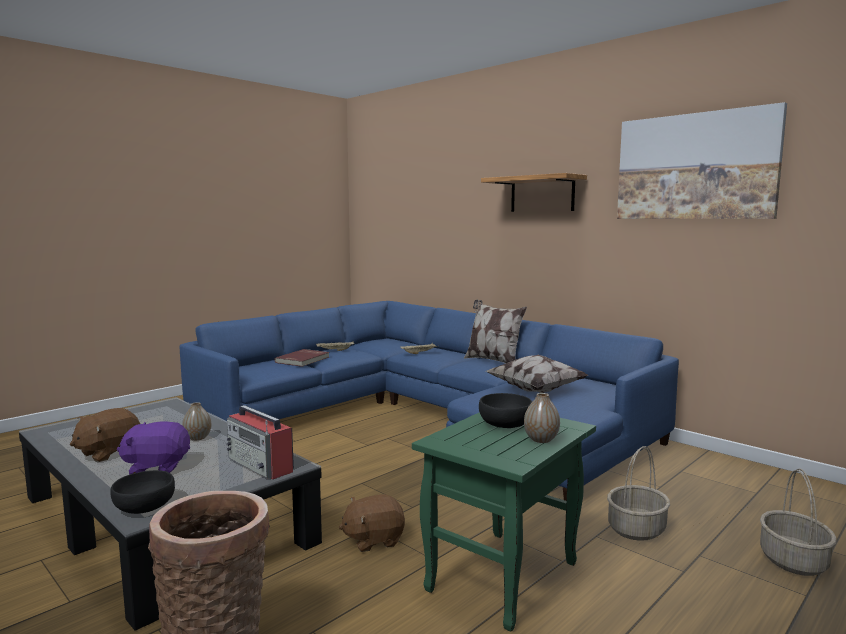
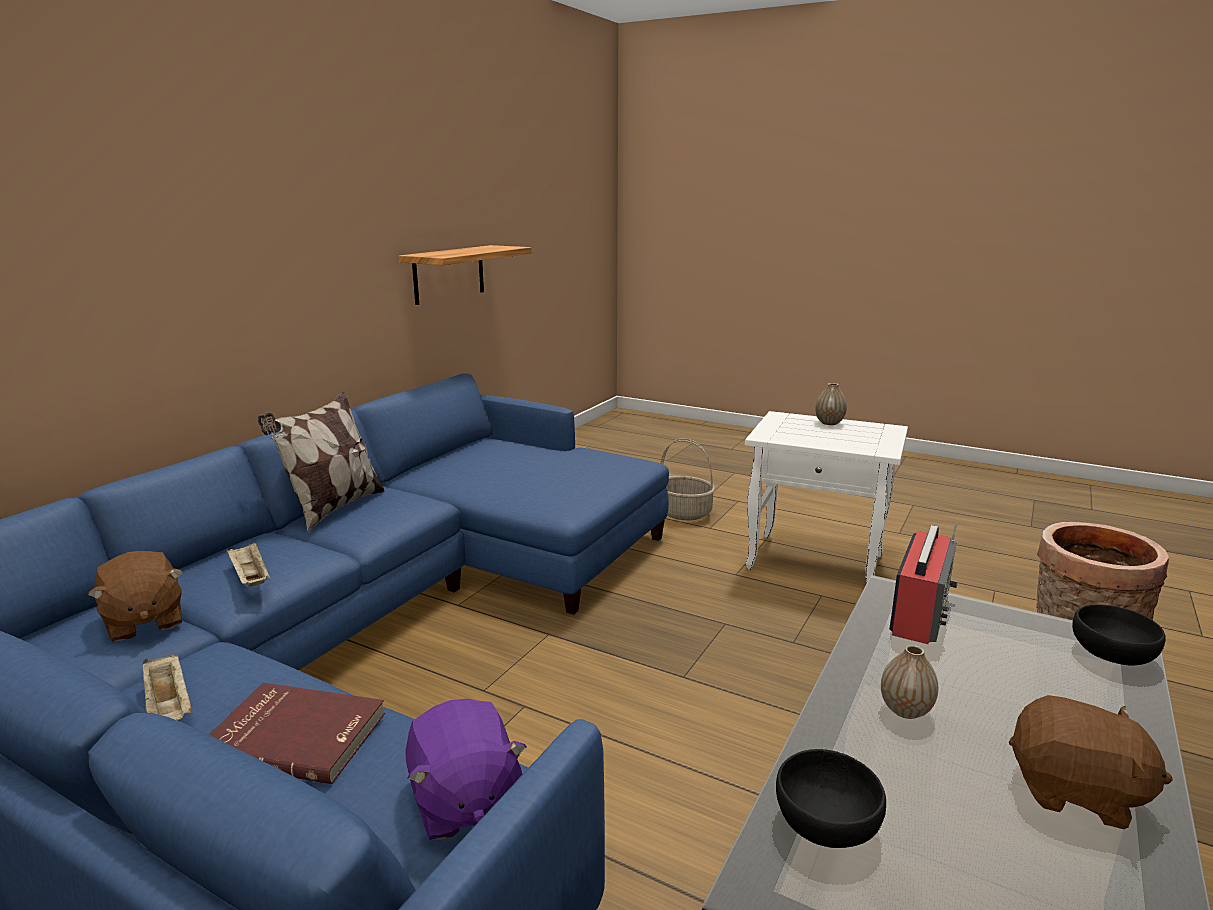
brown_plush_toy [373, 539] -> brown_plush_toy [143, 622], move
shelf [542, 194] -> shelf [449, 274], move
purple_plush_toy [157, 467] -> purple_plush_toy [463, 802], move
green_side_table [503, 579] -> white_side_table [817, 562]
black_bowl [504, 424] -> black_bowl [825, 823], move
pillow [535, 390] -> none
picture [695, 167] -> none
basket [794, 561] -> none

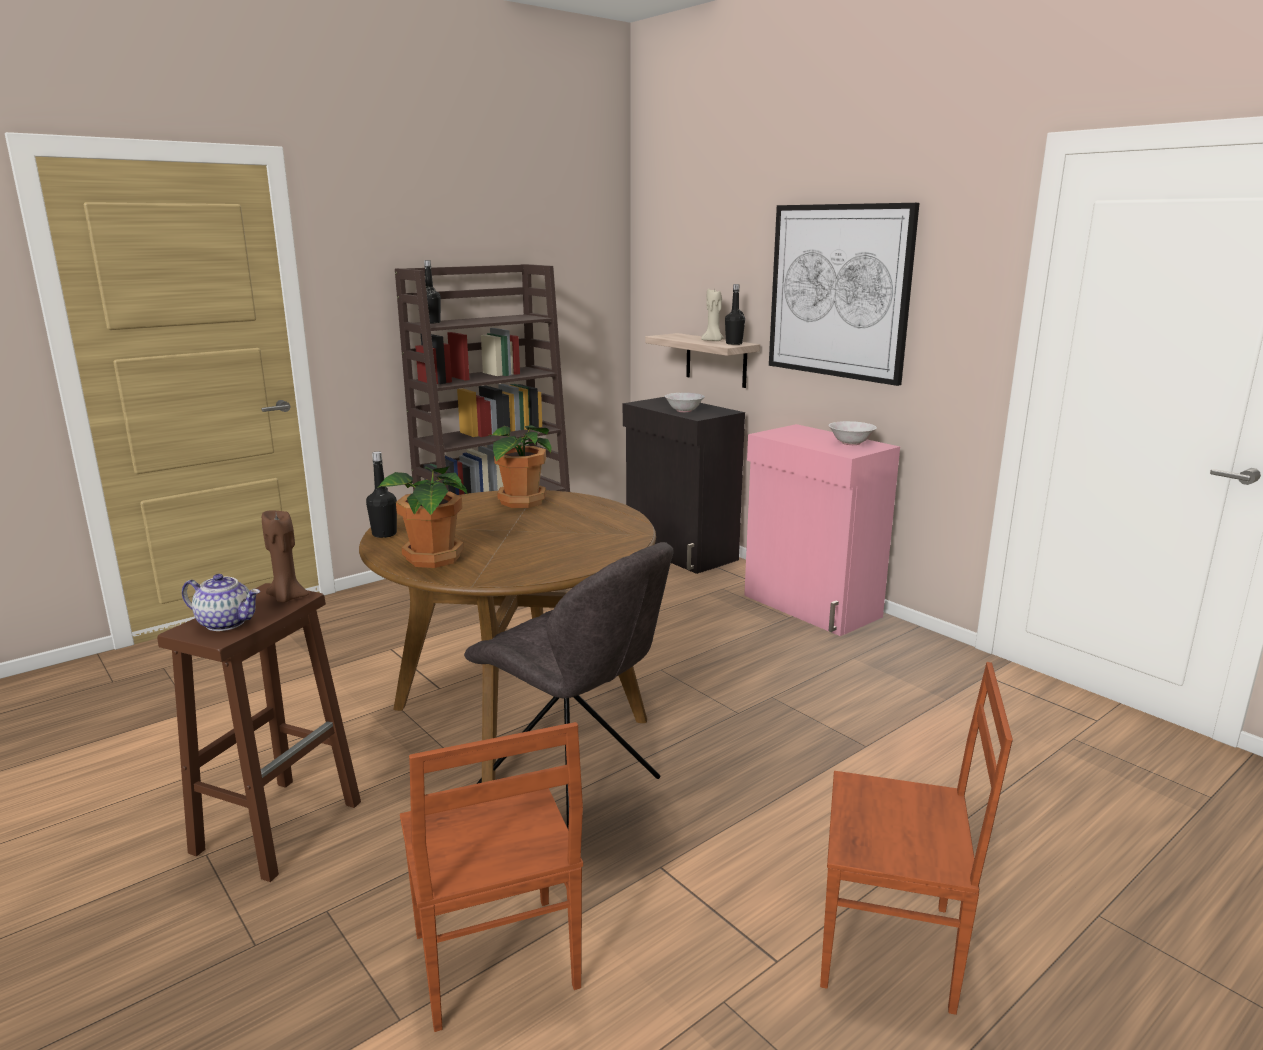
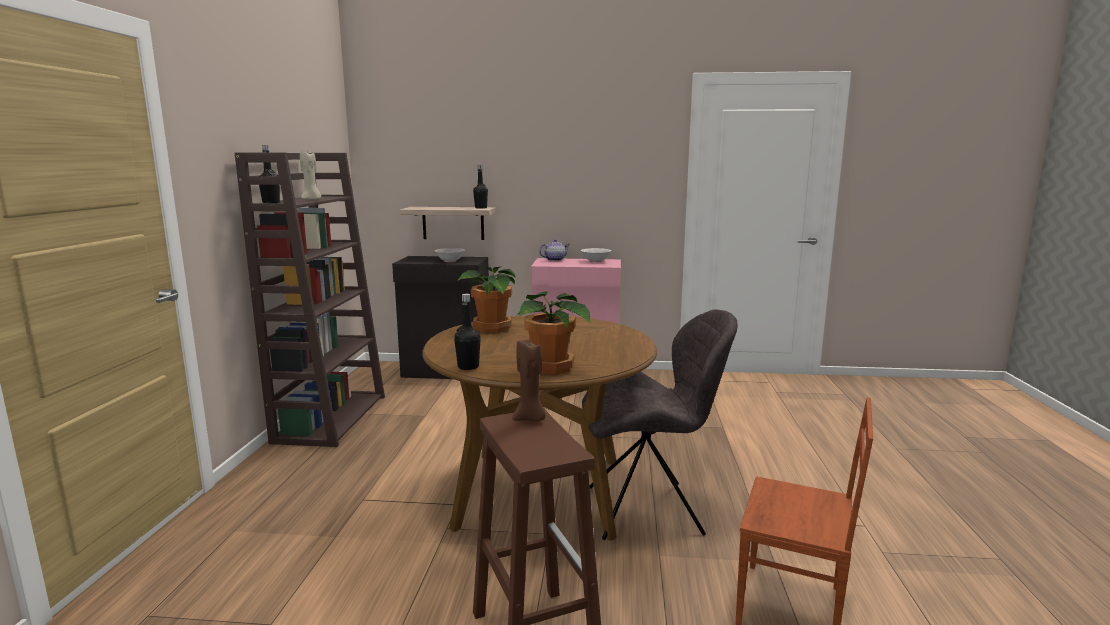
beige_candle [713, 341] -> beige_candle [312, 200], move
teapot [227, 623] -> teapot [554, 259], move
picture [838, 291] -> none
brown_chair [889, 948] -> none

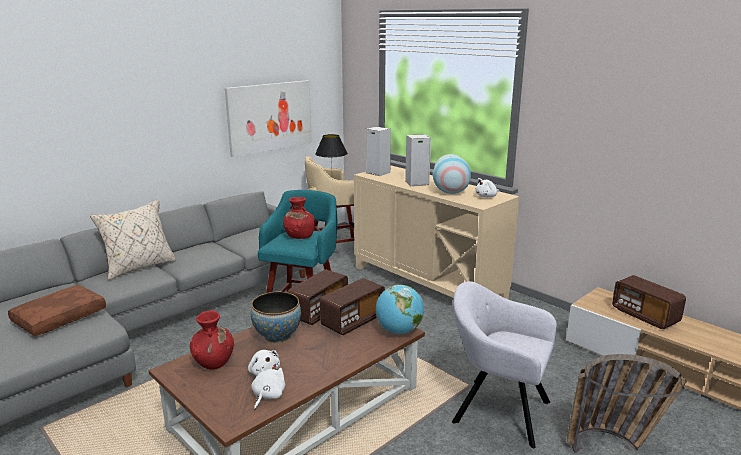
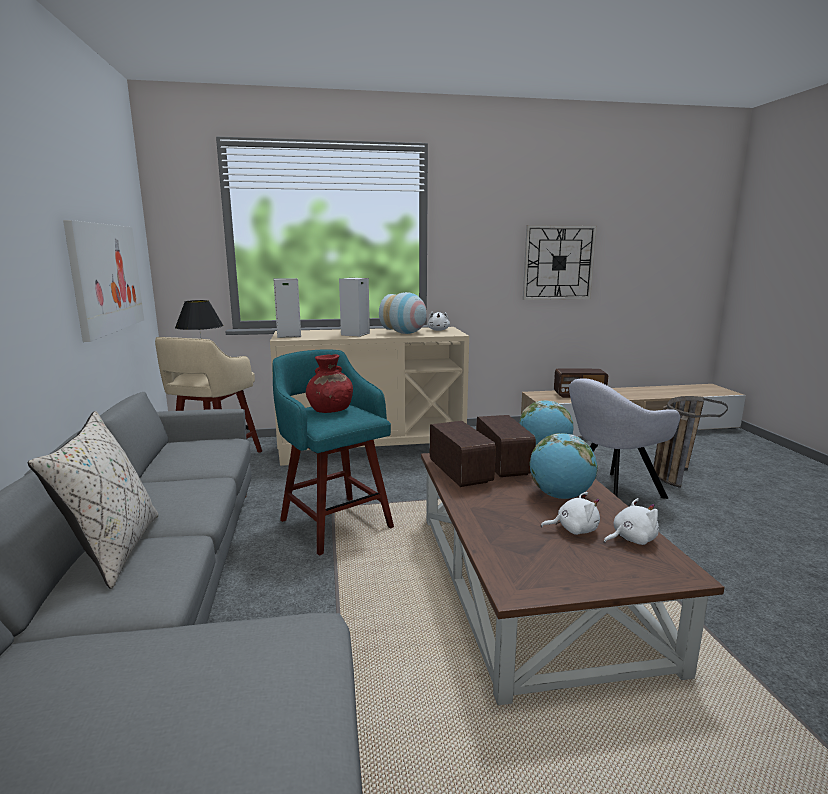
none -> wall_clock [558, 263]
none -> globe [560, 496]
white_plush_toy [268, 396] -> white_plush_toy [631, 539], 105 degrees clockwise
brown_pillow [60, 317] -> none
red_vase [214, 362] -> none
bowl [277, 336] -> none

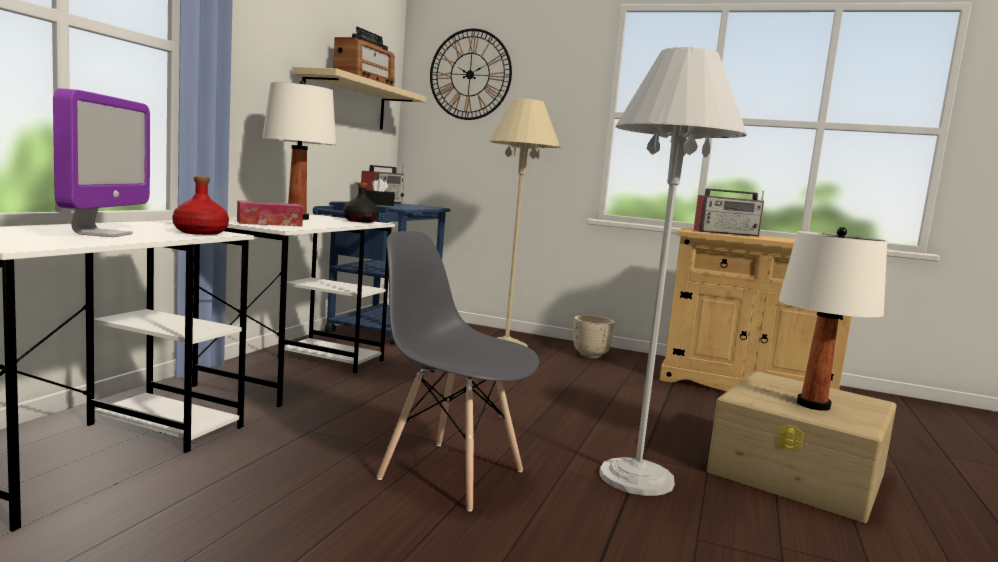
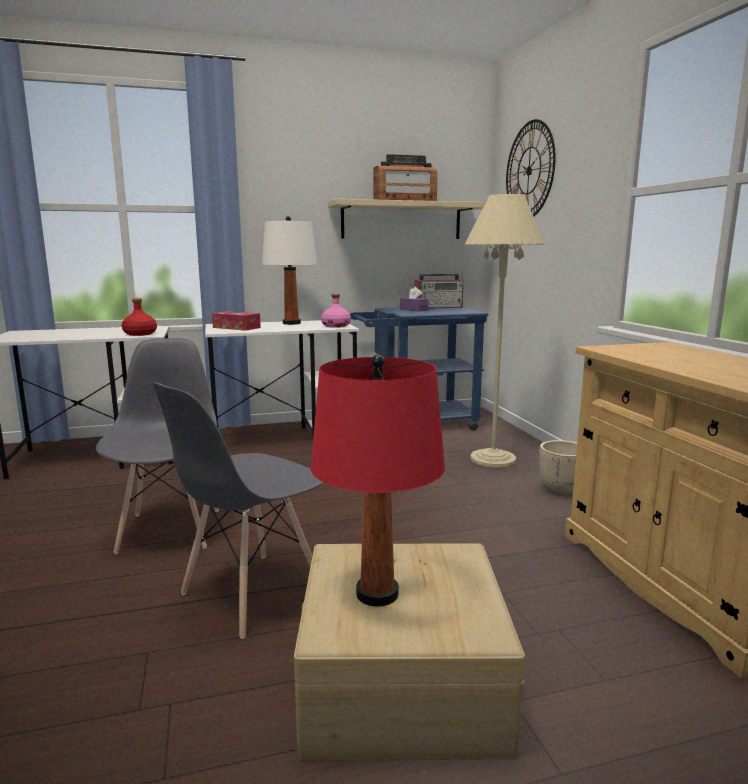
white_floor_lamp [636, 478] -> grey_chair [252, 593]
white_table_lamp [813, 405] -> red_table_lamp [377, 594]
black_bottle [361, 221] -> pink_bottle [336, 326]
black_tissue_box [378, 204] -> purple_tissue_box [413, 310]
monitor [103, 234] -> none
radio [727, 233] -> none

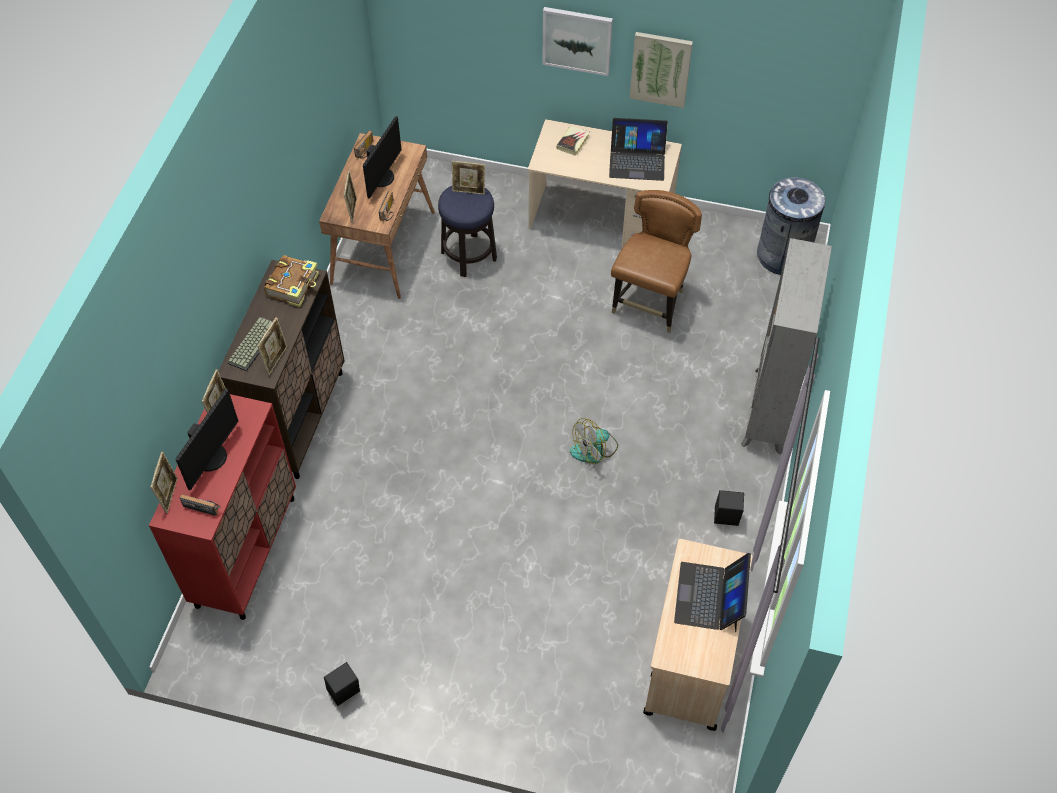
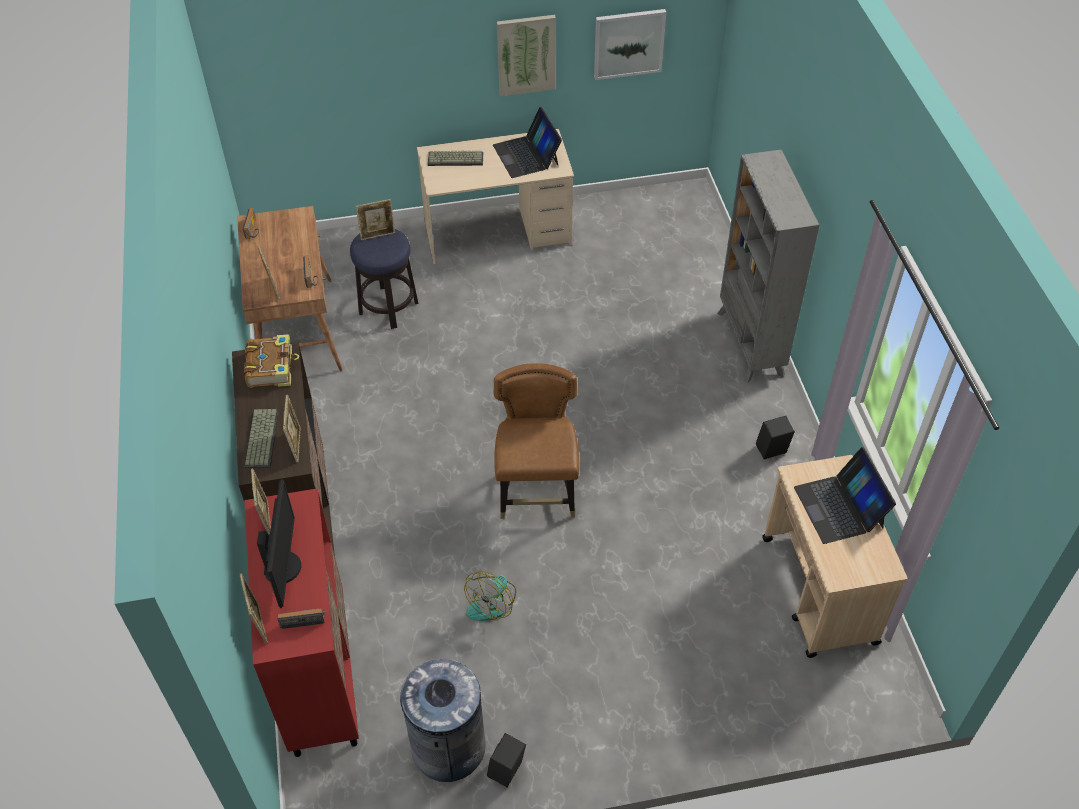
grey_trash_can [783, 255] -> grey_trash_can [448, 747], move
book [573, 142] -> keyboard [456, 158]
fan [594, 449] -> fan [492, 602], move
laptop [637, 160] -> laptop [526, 155], 90 degrees clockwise
brown_chair [650, 304] -> brown_chair [537, 492], move
picture [577, 40] -> picture [628, 43], move
monitor [382, 178] -> none

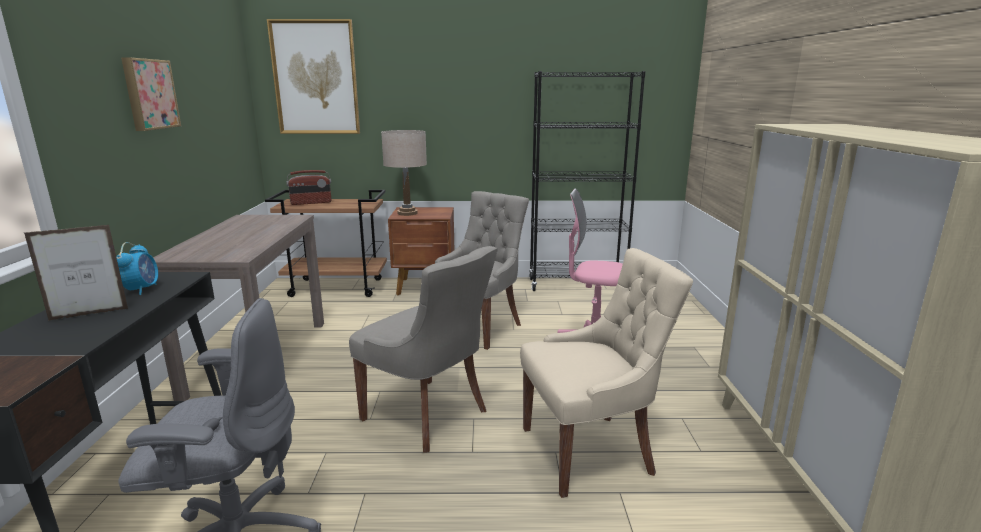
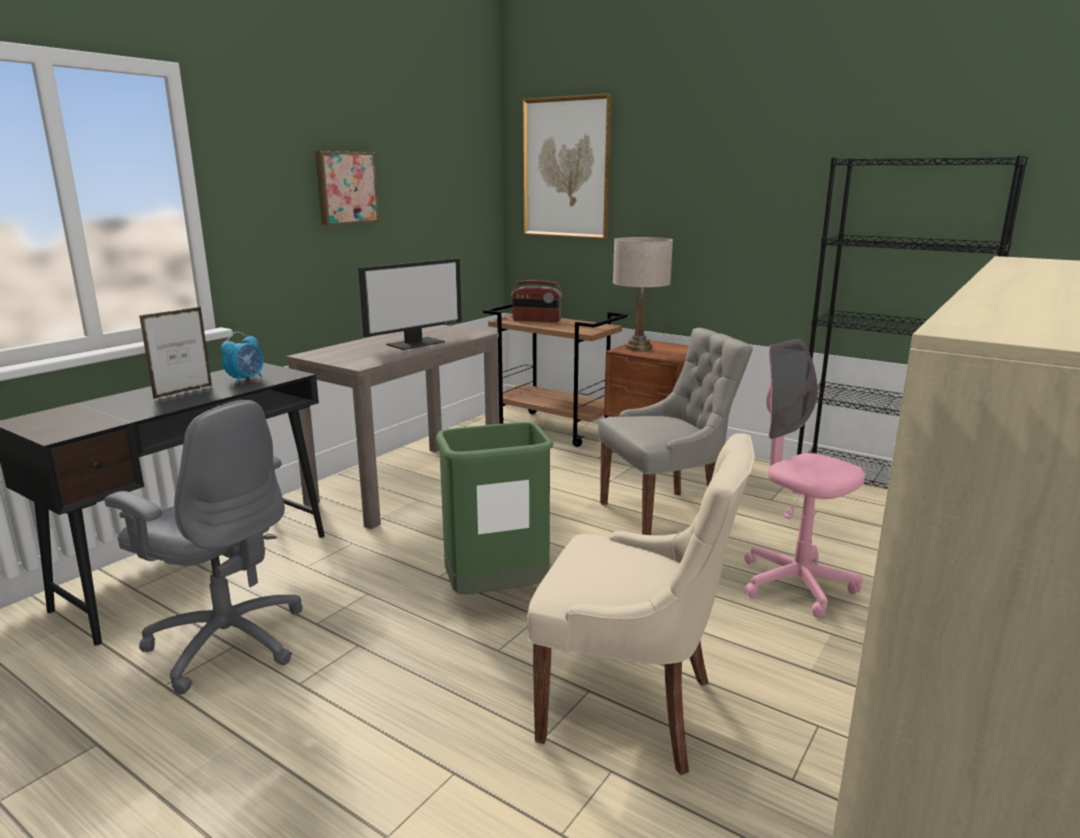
picture_frame [89, 314] -> picture_frame [183, 392], 120 degrees clockwise
none -> monitor [415, 343]
grey_chair [428, 415] -> green_trash_can [496, 594]

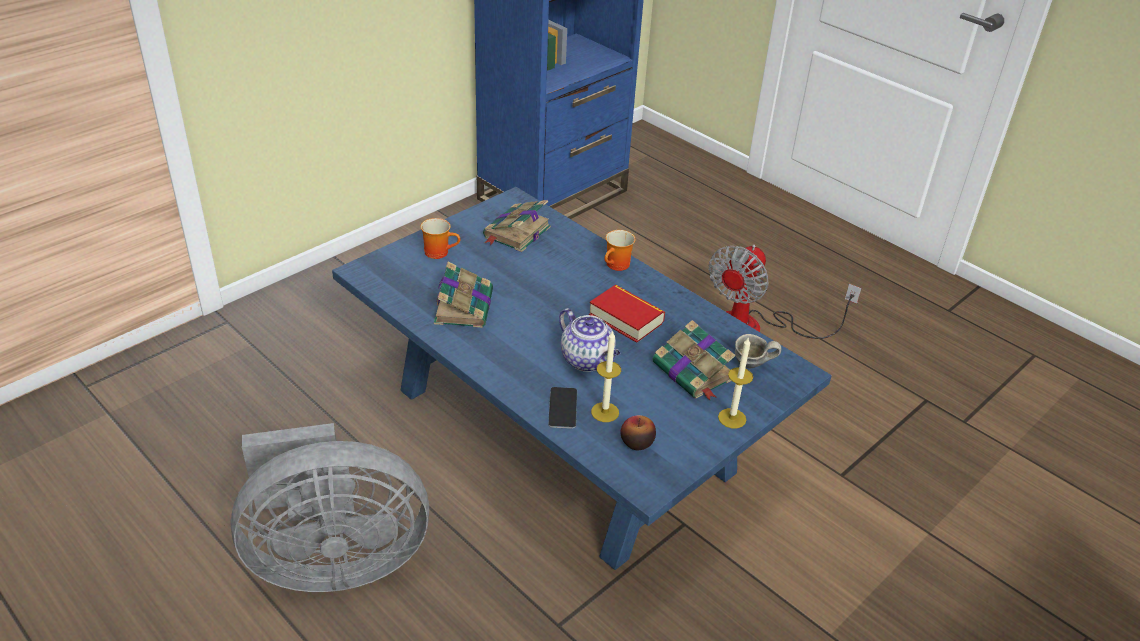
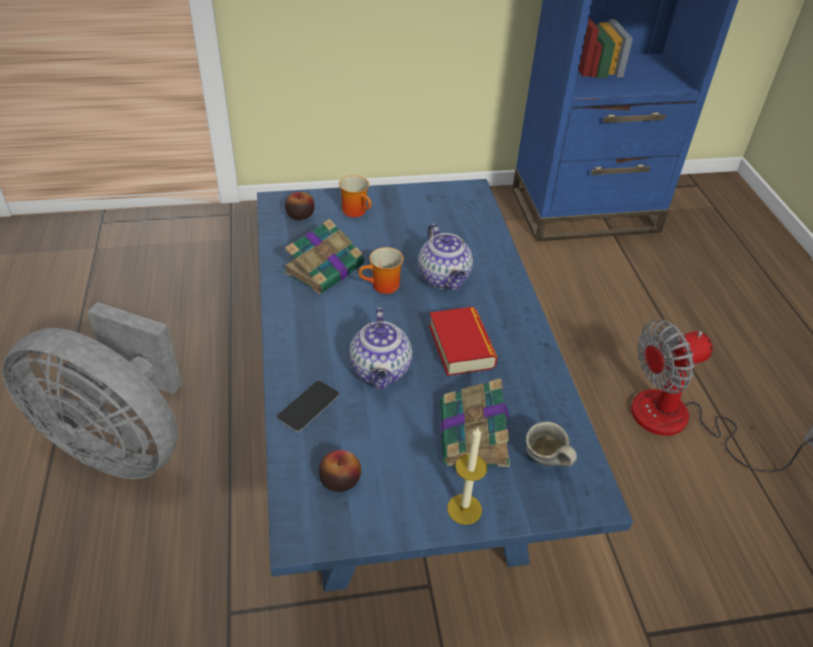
none -> apple [300, 215]
mug [618, 266] -> mug [383, 287], move
none -> teapot [445, 278]
book [516, 233] -> none
candle [605, 412] -> none

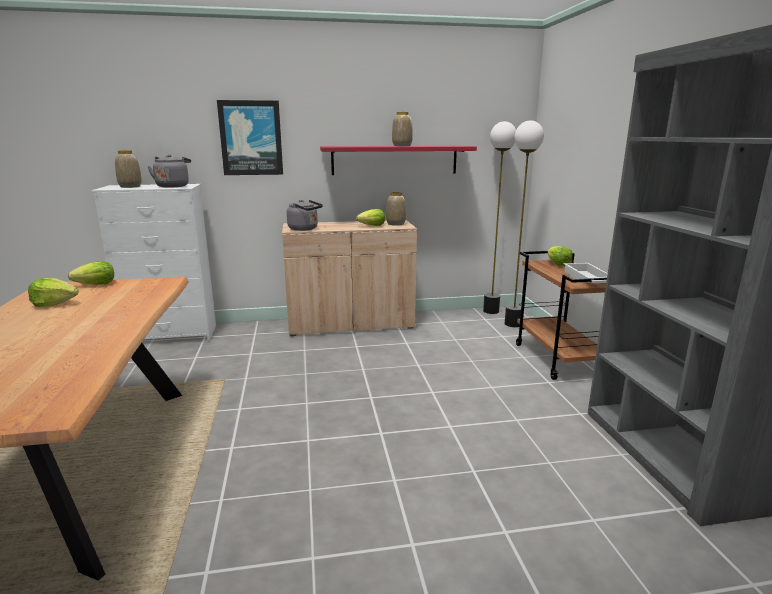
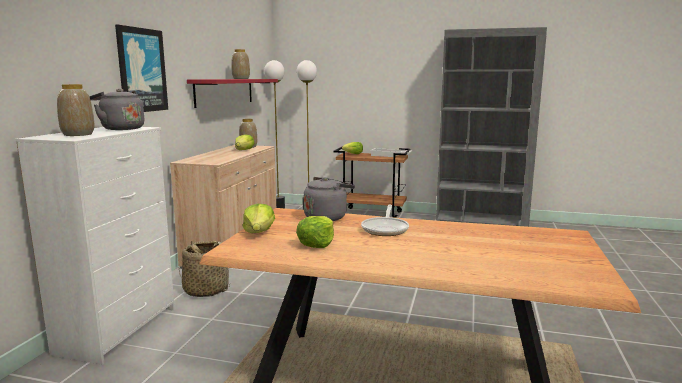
none -> basket [206, 290]
grey_kettle [305, 229] -> grey_kettle [327, 217], move
none -> frying_pan [385, 229]

